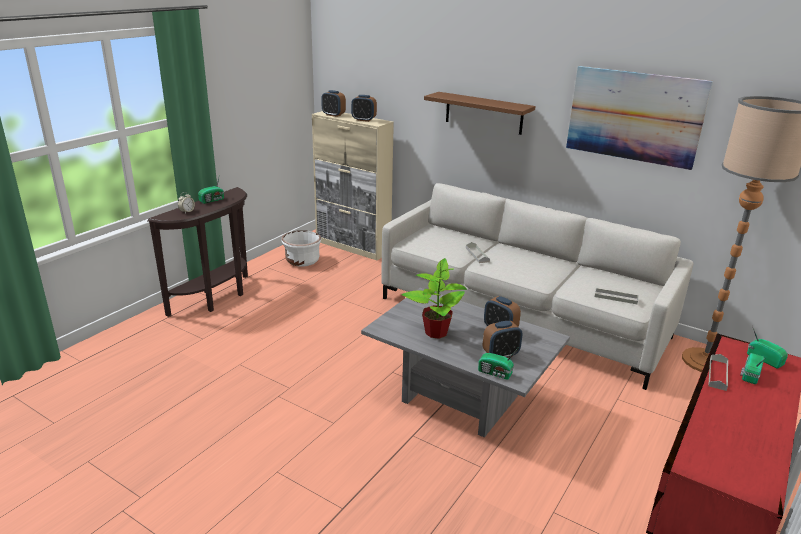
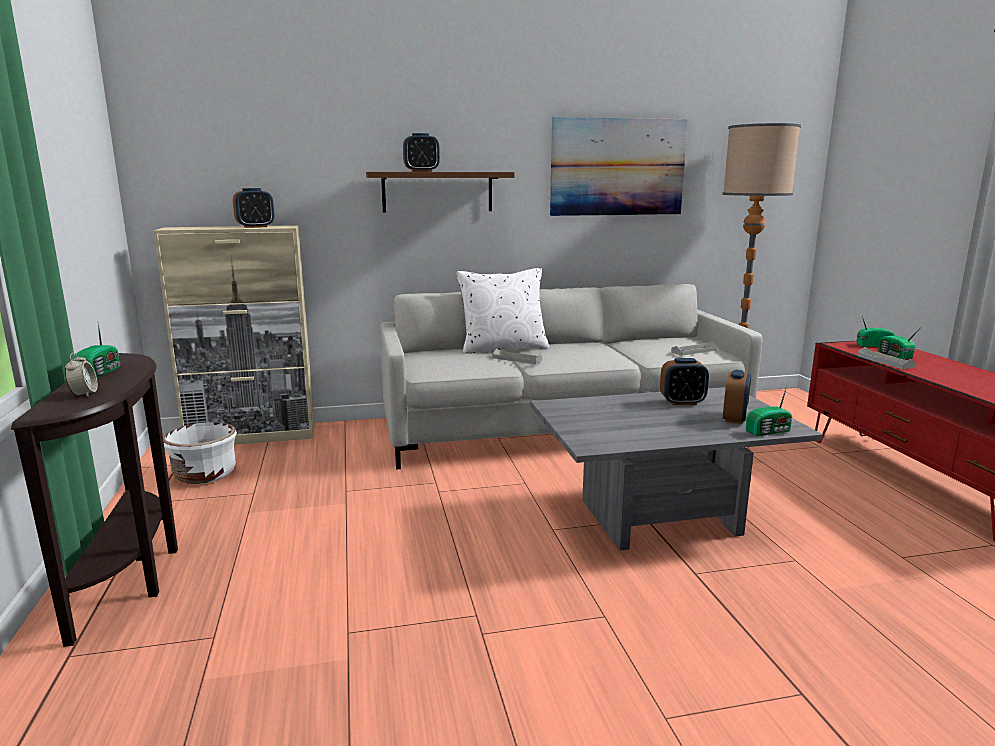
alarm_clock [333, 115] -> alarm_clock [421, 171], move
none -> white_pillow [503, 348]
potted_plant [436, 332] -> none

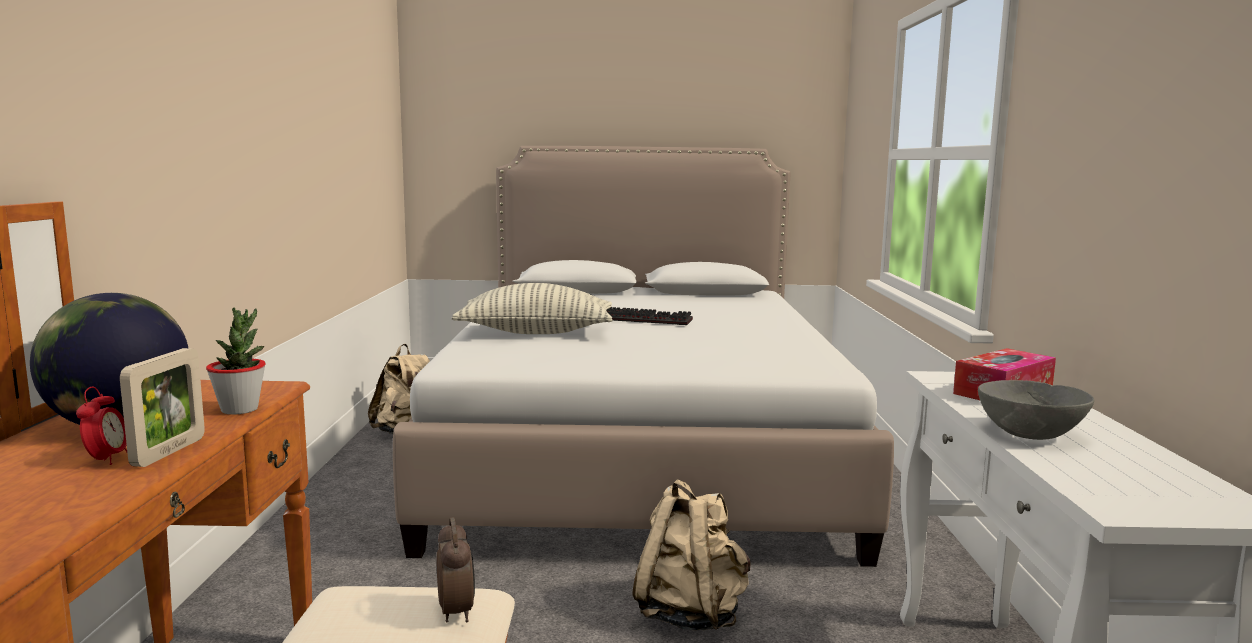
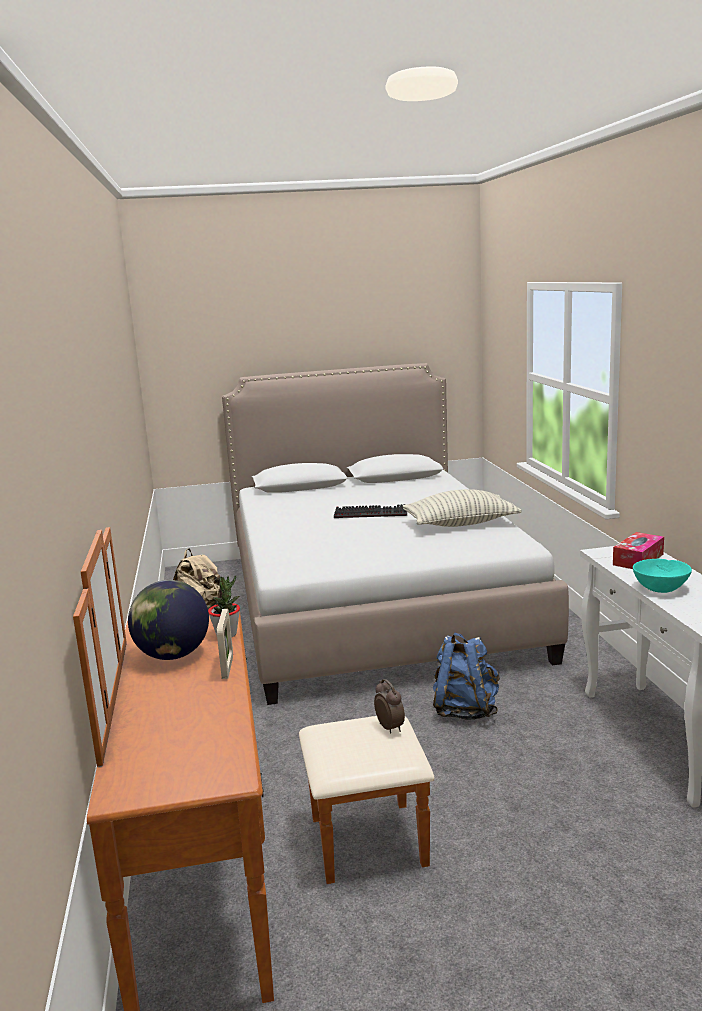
pillow [536, 333] -> pillow [460, 524], move
beige_backpack [690, 614] -> blue_backpack [465, 710]
grey_bowl [1030, 433] -> turquoise_bowl [660, 588]
alarm_clock [107, 460] -> none

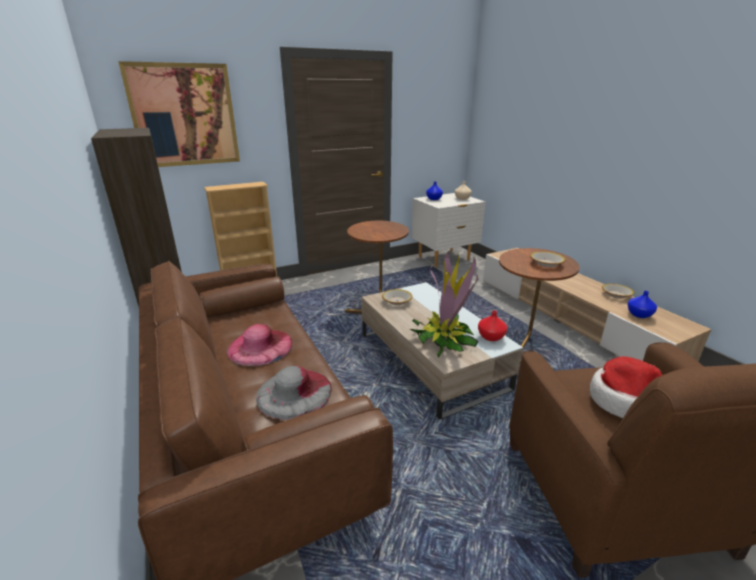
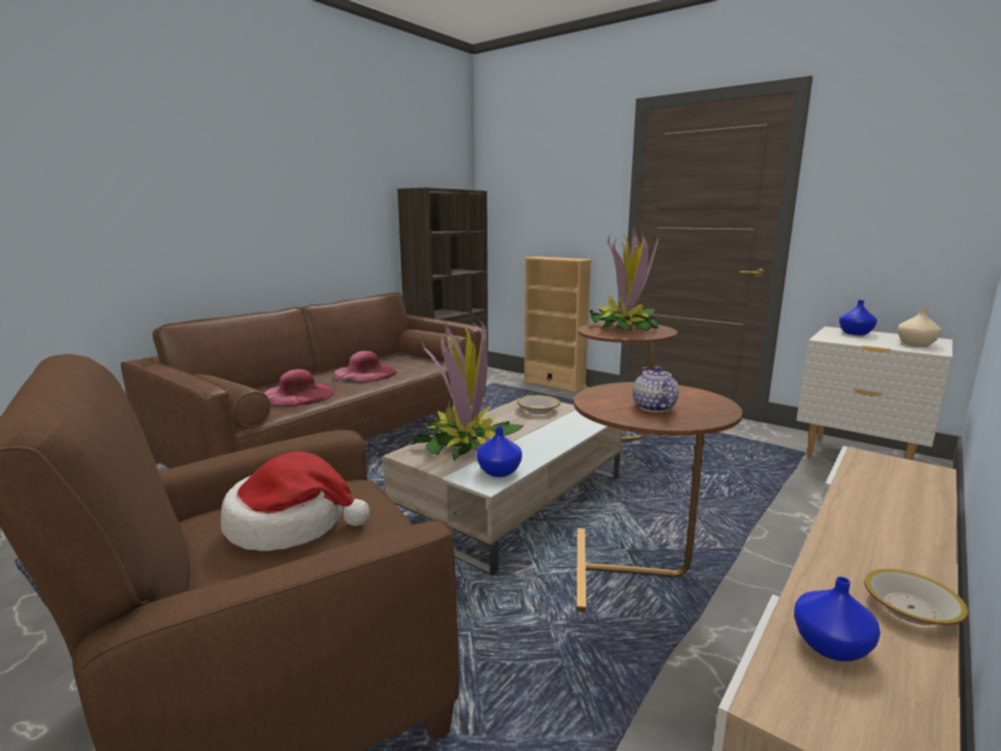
grey_hat [294, 392] -> pink_hat [298, 394]
red_vase [491, 337] -> blue_vase [500, 472]
none -> potted_plant [624, 327]
bowl [546, 263] -> teapot [654, 407]
picture [184, 115] -> none

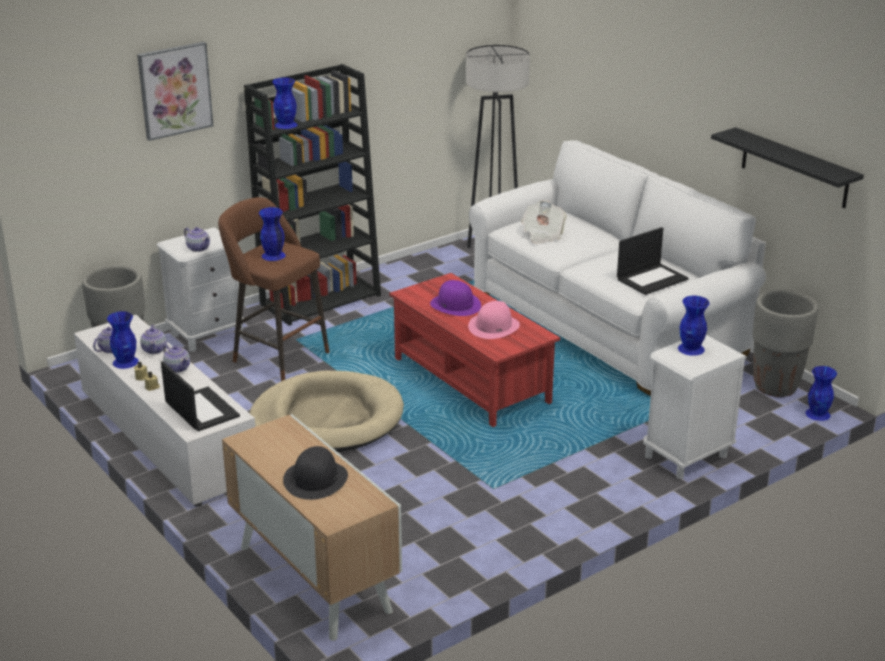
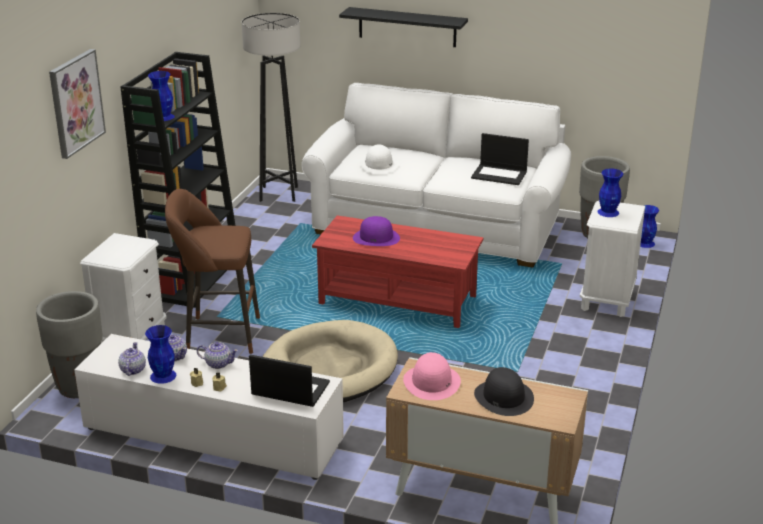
black_shelf [794, 168] -> black_shelf [407, 27], move
newspaper [543, 234] -> white_hat [379, 165]
pink_hat [494, 326] -> pink_hat [432, 382], move
laptop [652, 279] -> laptop [500, 175], 90 degrees clockwise
teapot [198, 248] -> none
blue_vase [273, 256] -> none

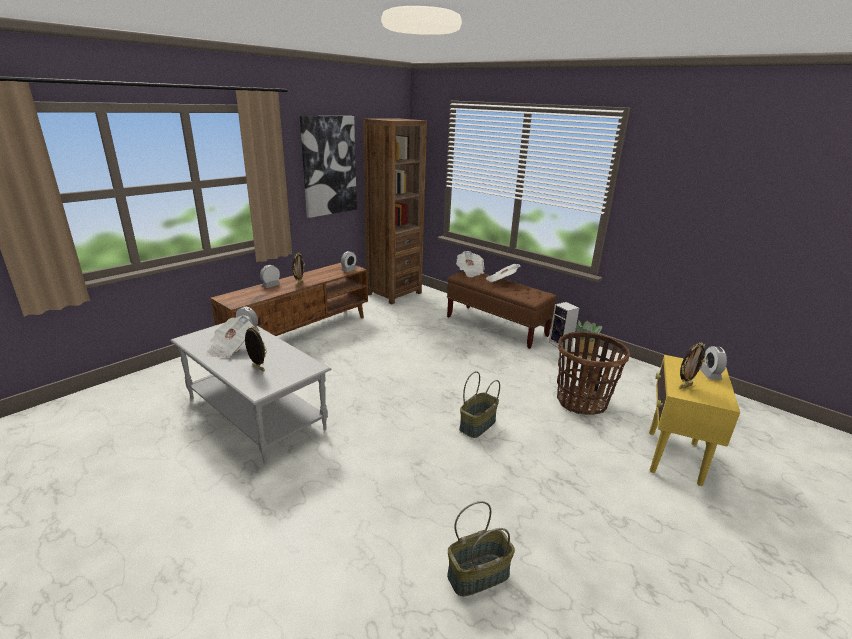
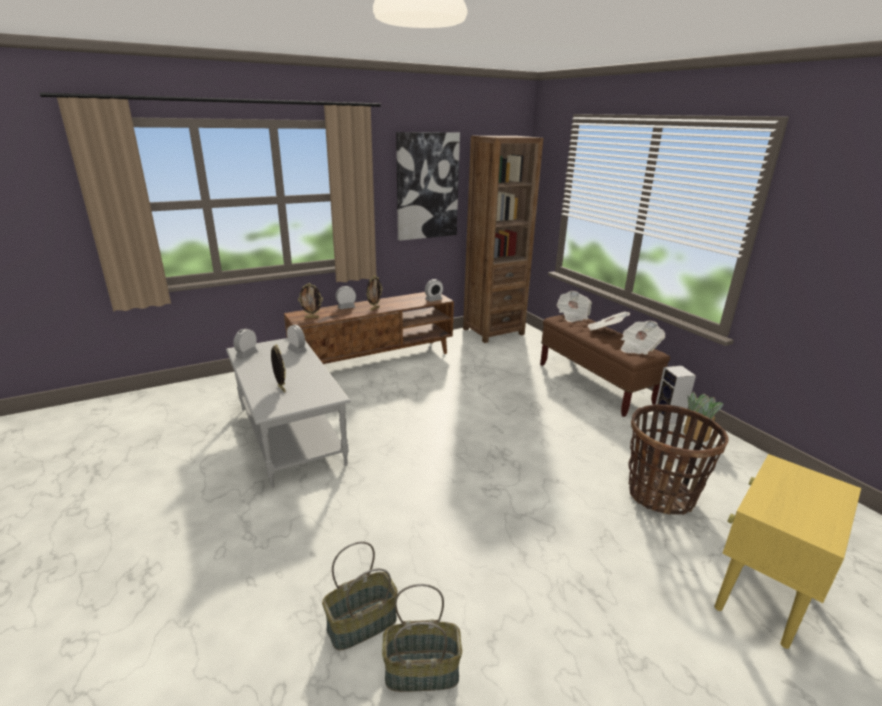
alarm_clock [710, 374] -> alarm_clock [247, 354], move
picture_frame [685, 386] -> picture_frame [312, 317], move
basket [478, 425] -> basket [362, 625], move
newspaper [231, 348] -> newspaper [638, 348], move

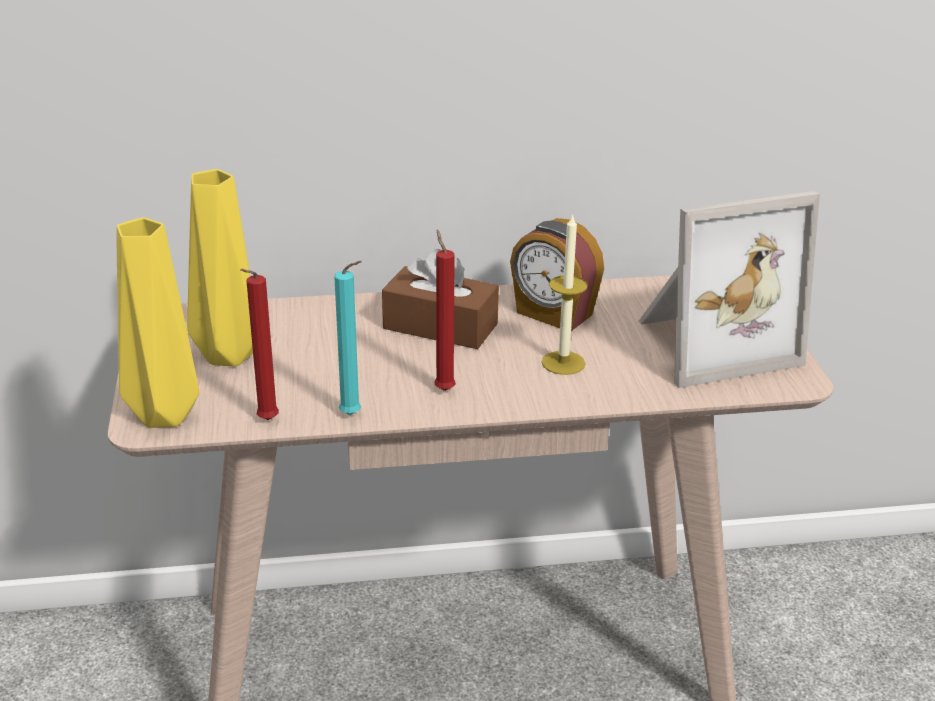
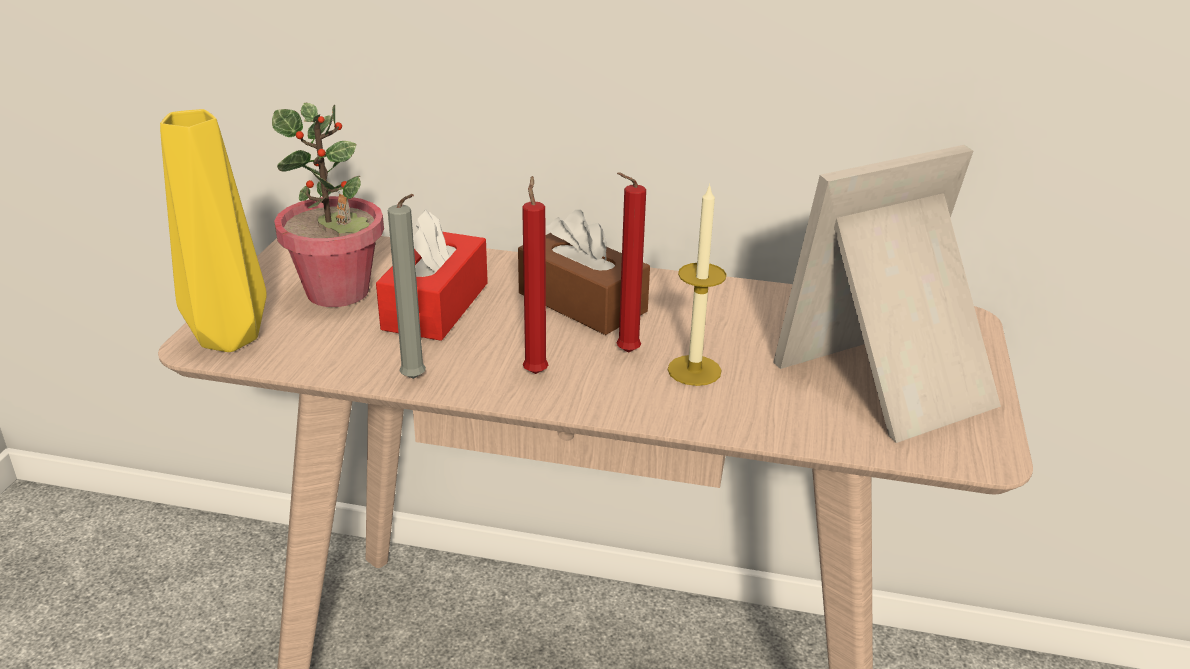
yellow_vase [228, 357] -> potted_plant [338, 292]
none -> red_tissue_box [436, 306]
turquoise_candle [353, 416] -> grey_candle [416, 380]
red_candle [265, 421] -> red_candle [624, 353], move
picture_frame [710, 342] -> picture_frame [894, 383], 150 degrees clockwise
alarm_clock [553, 314] -> none

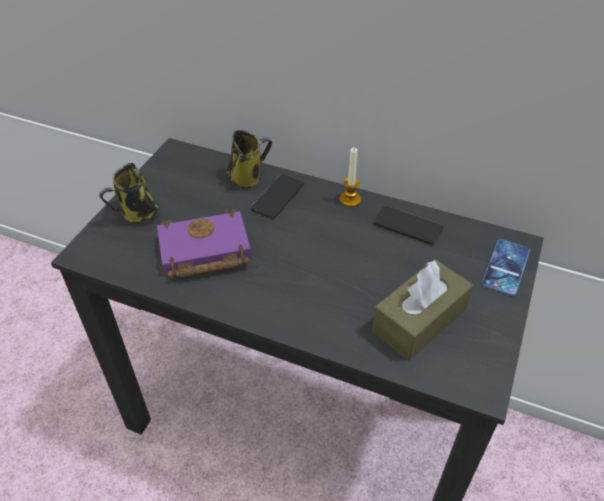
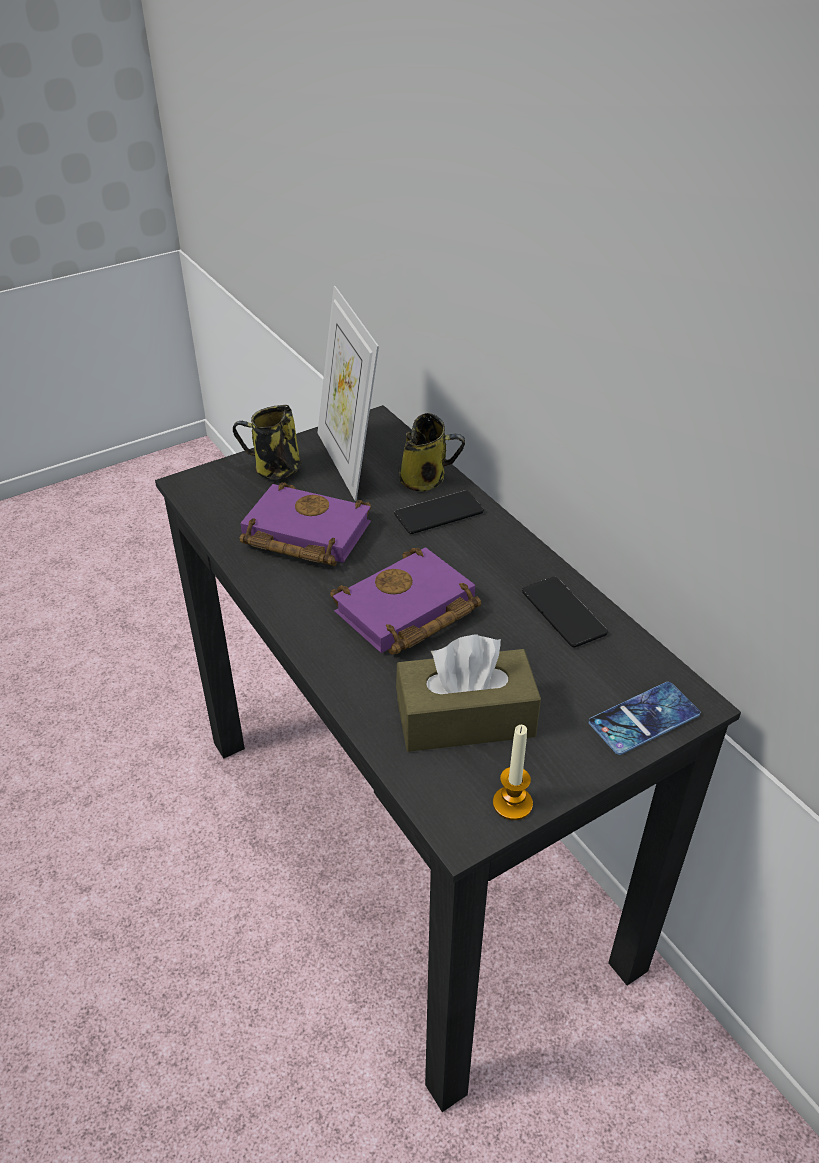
none -> picture_frame [348, 462]
none -> purple_book [405, 612]
candle [350, 199] -> candle [512, 804], move

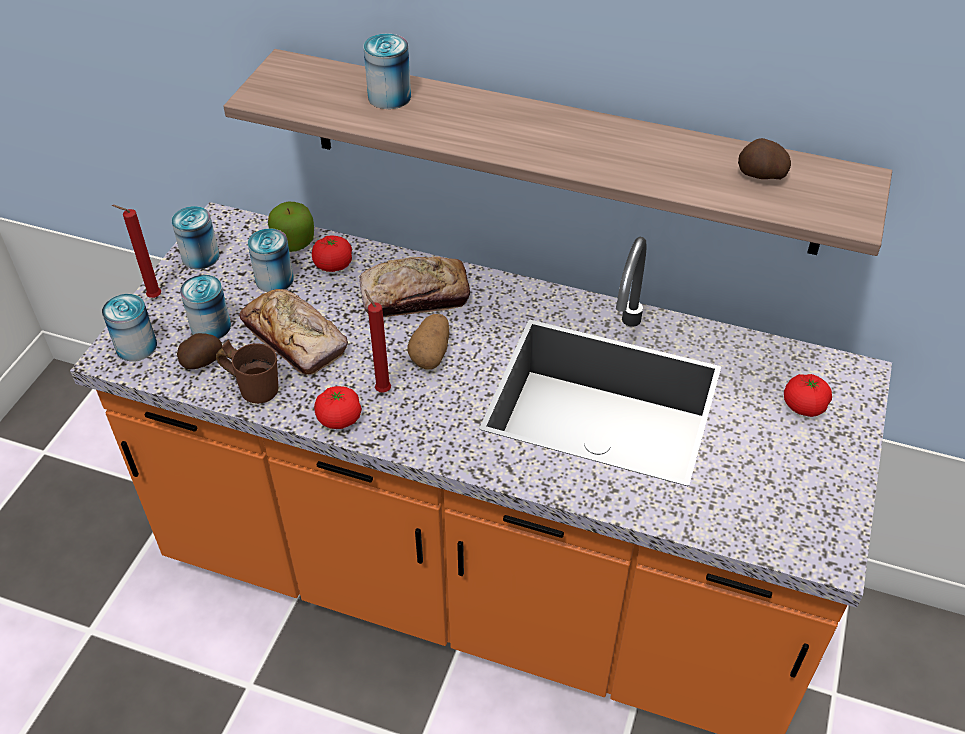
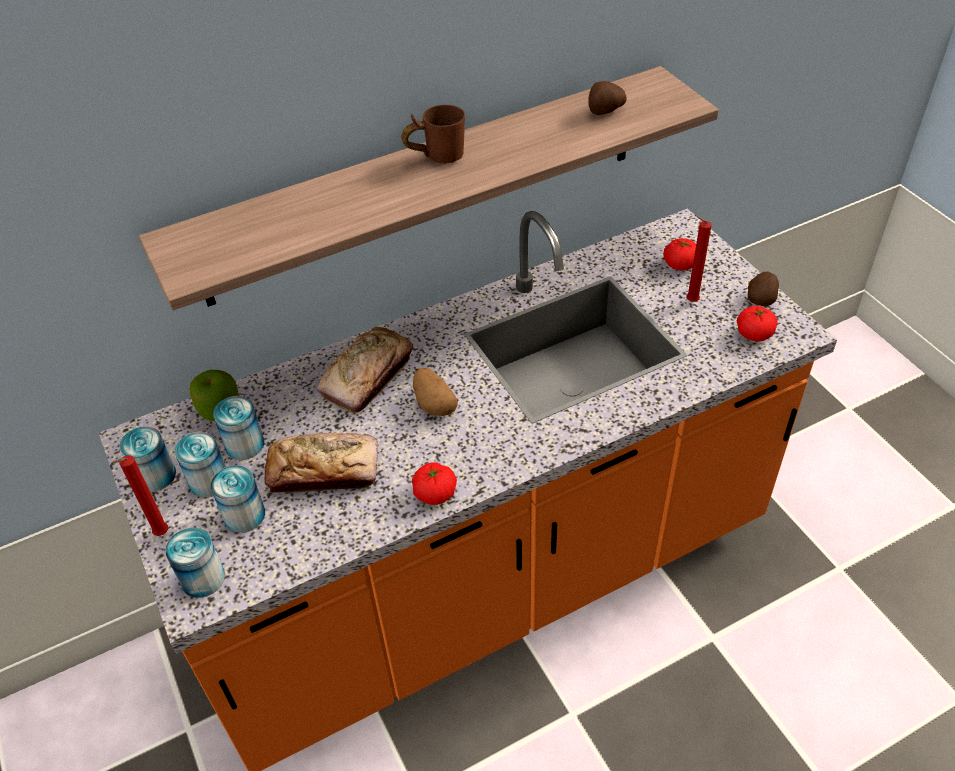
can [389, 96] -> can [209, 481], move
brown_mug [255, 385] -> brown_mug [436, 156], move
red_candle [381, 389] -> red_candle [689, 301], move
tomato [333, 264] -> tomato [754, 334], move
potato [203, 361] -> potato [761, 299], move

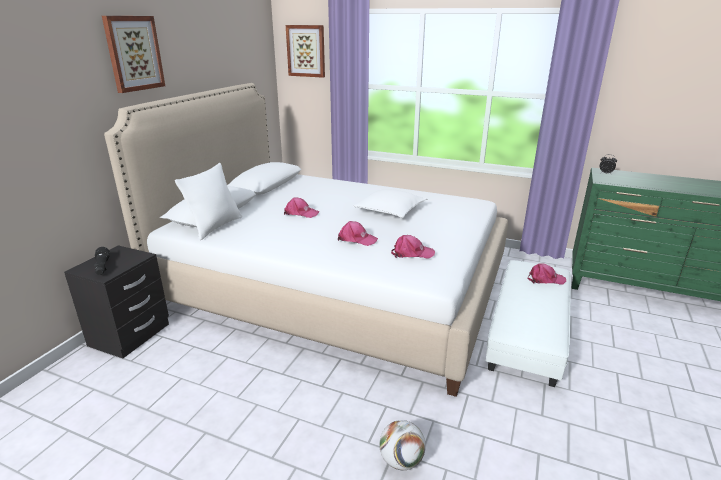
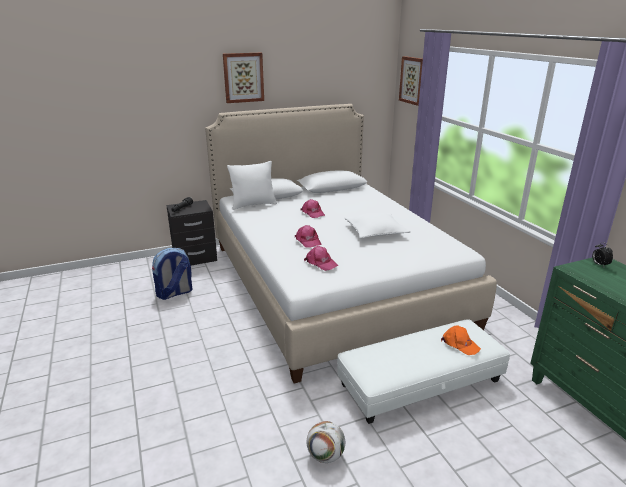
none -> backpack [174, 293]
football [401, 460] -> football [325, 455], move
pink_cap [545, 279] -> orange_cap [459, 344]

